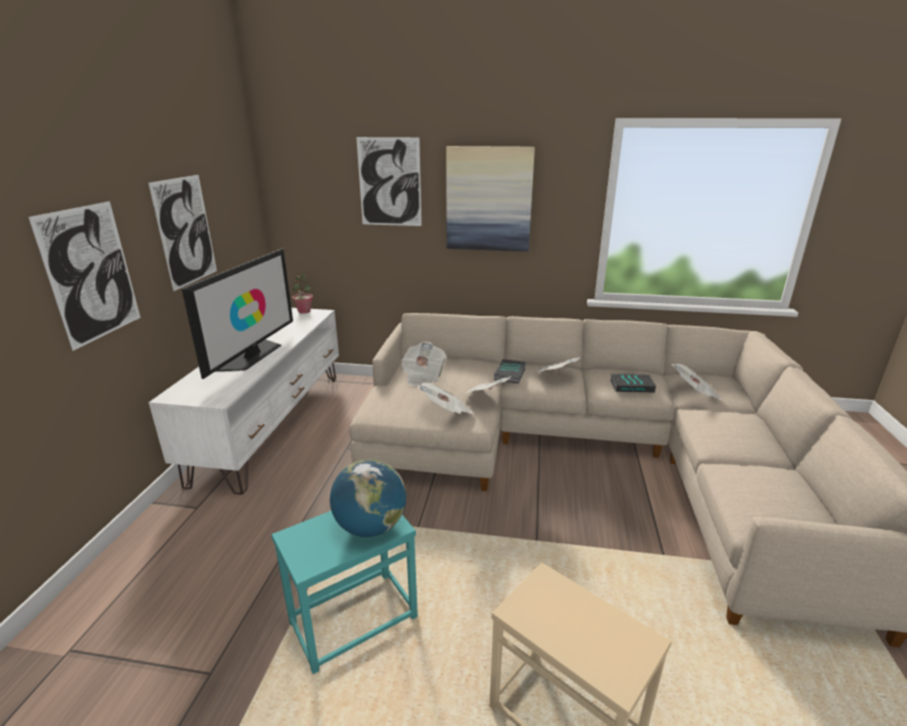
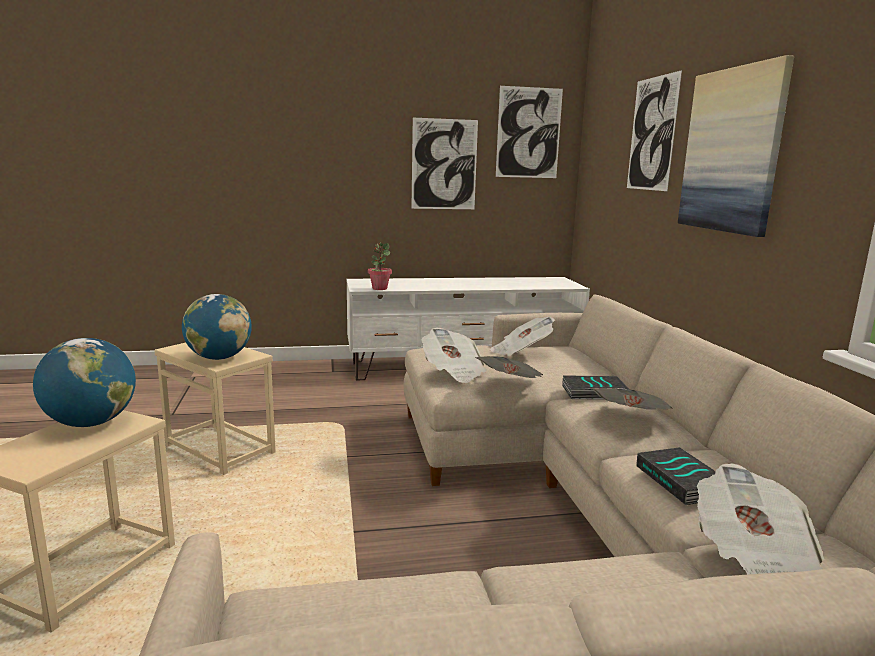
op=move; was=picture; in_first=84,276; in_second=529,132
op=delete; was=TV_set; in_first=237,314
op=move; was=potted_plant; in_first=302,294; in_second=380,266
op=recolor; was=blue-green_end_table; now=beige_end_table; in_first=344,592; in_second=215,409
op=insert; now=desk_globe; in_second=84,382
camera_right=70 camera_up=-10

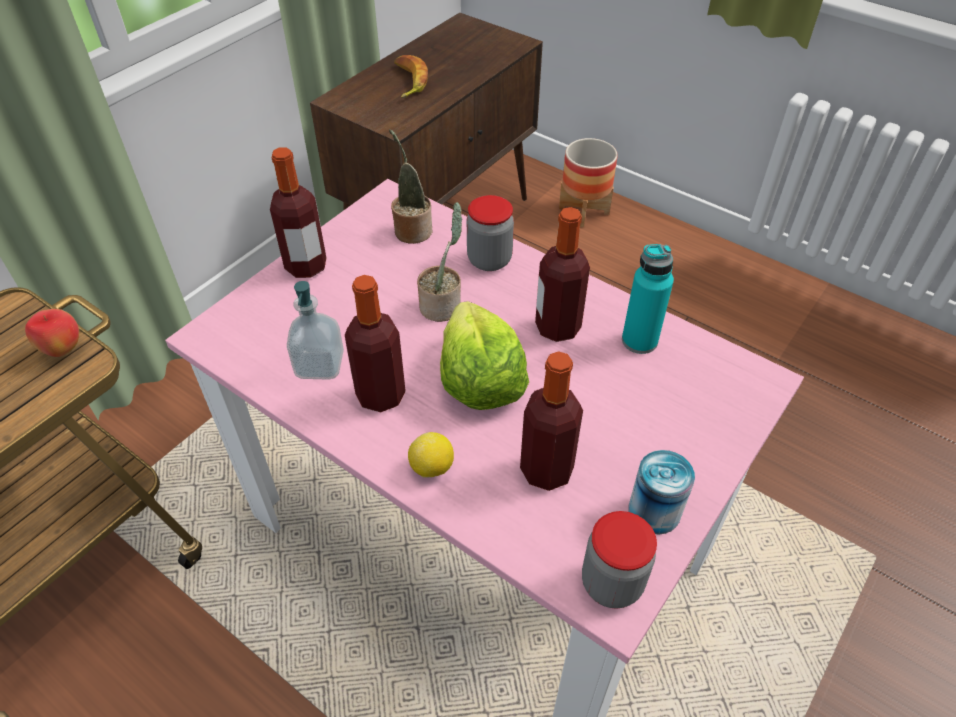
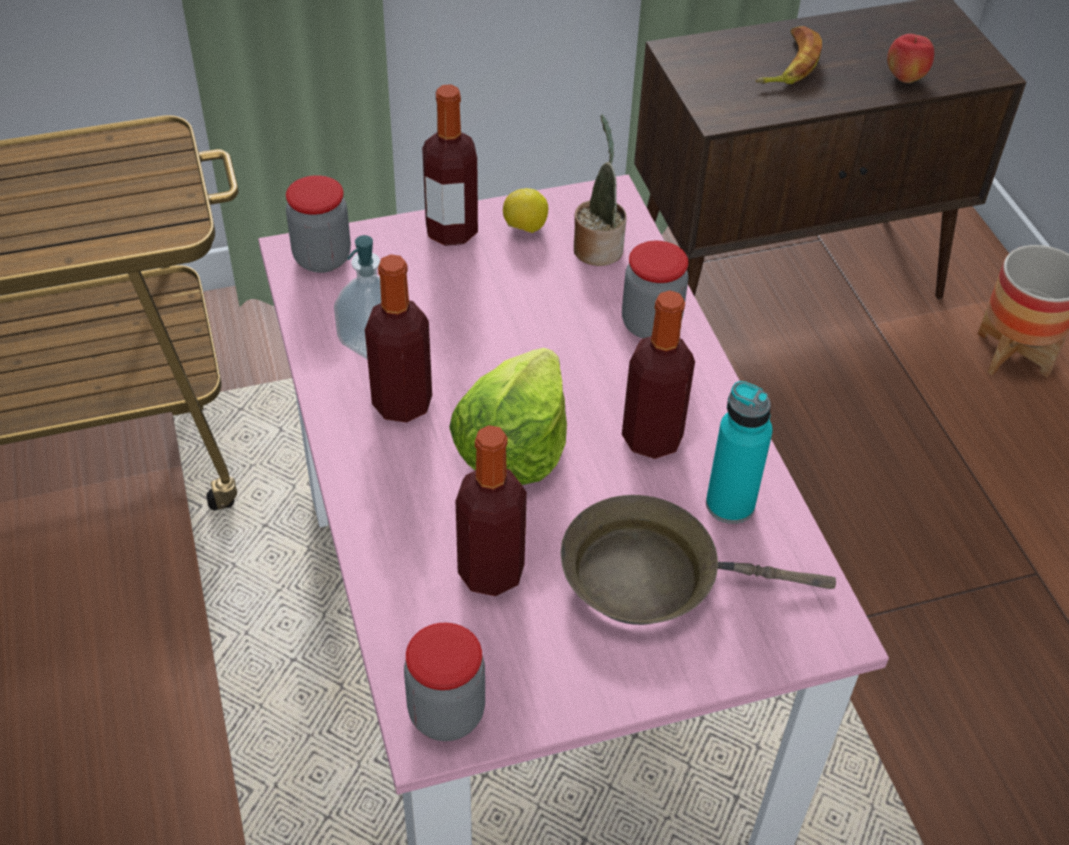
op=delete; was=potted_plant; in_first=440,262
op=move; was=whole_apple; in_first=52,333; in_second=910,58
op=move; was=citrus_fruit; in_first=431,455; in_second=525,210
op=delete; was=metal_can; in_first=661,492
op=insert; now=preserve_jar; in_second=318,224
op=insert; now=brownish_frying_pan; in_second=698,560
camera_right=35 camera_up=0

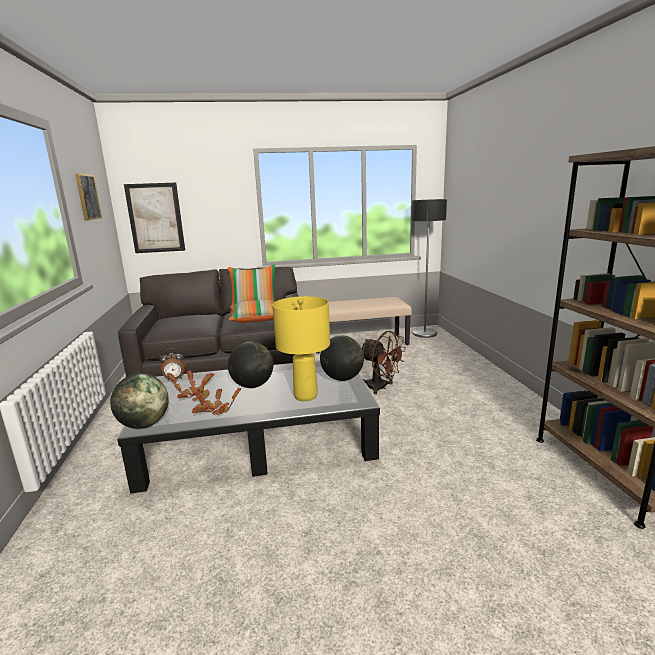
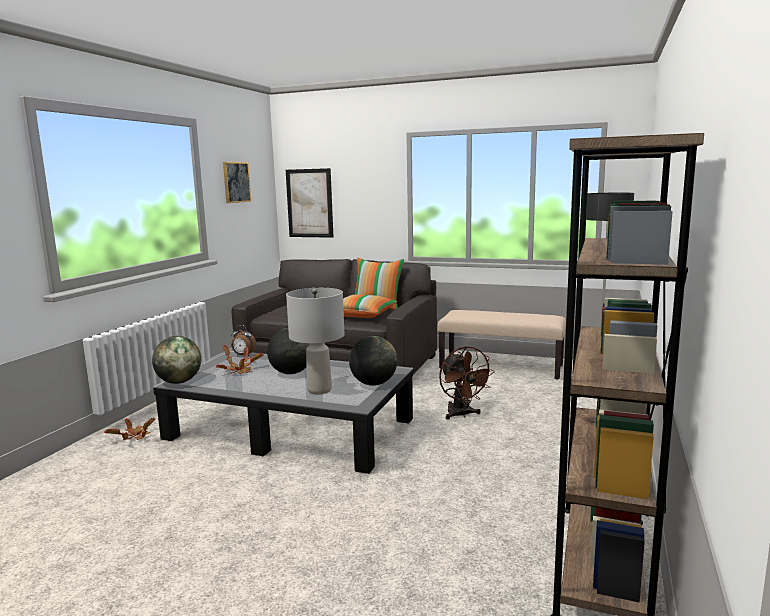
op=recolor; was=yellow_table_lamp; now=greyish_table_lamp; in_first=301,348; in_second=315,341
op=move; was=potted_plant; in_first=216,401; in_second=130,429
camera_right=30 camera_up=-5

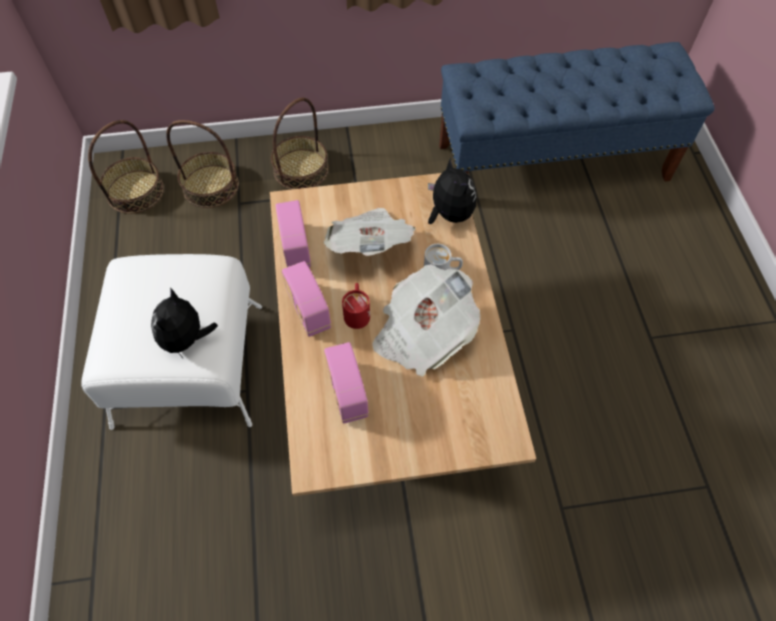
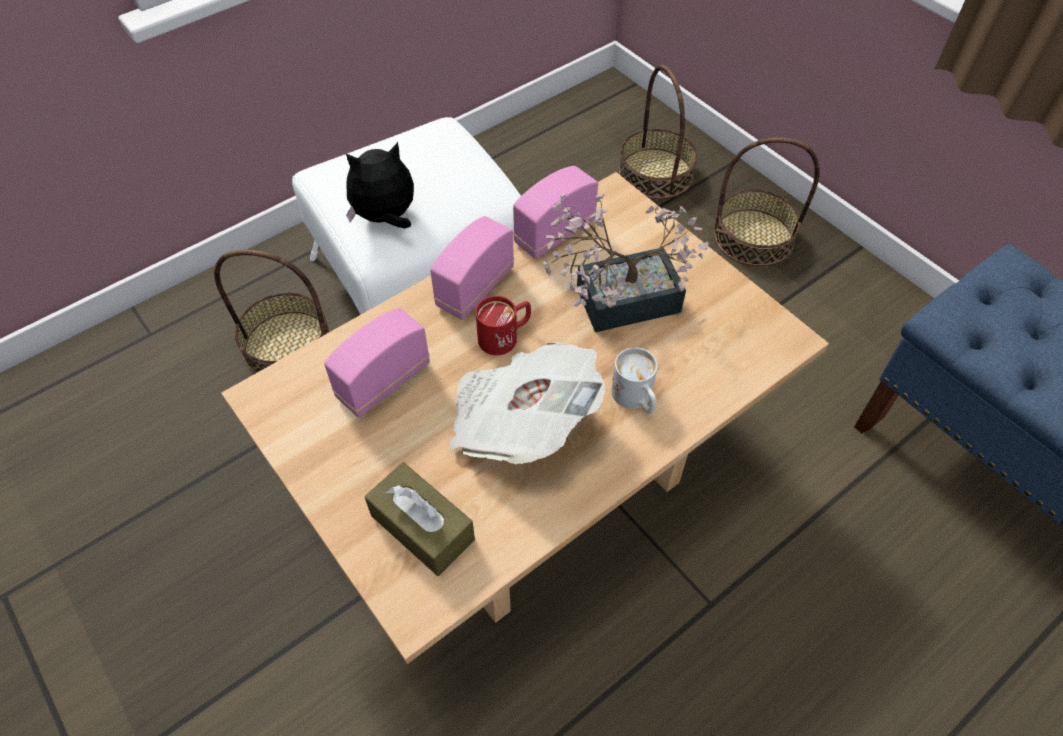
op=move; was=storage_basket; in_first=126,167; in_second=272,312
op=delete; was=soft_toy; in_first=452,190
op=replace; was=daily_paper; now=potted_plant; in_first=370,232; in_second=626,262
op=insert; now=brownish_box_of_tissues; in_second=420,519
camera_right=60 camera_up=-5

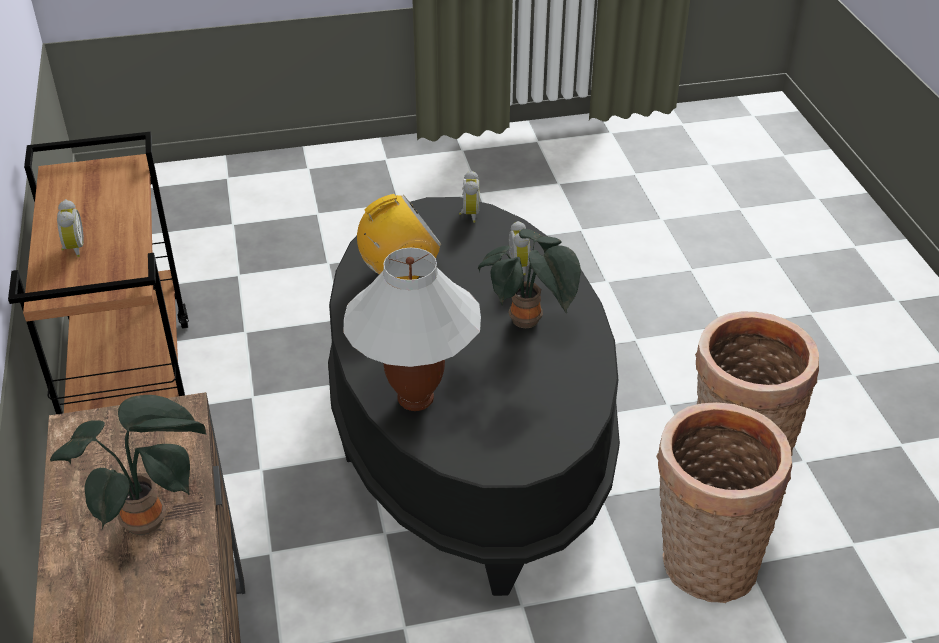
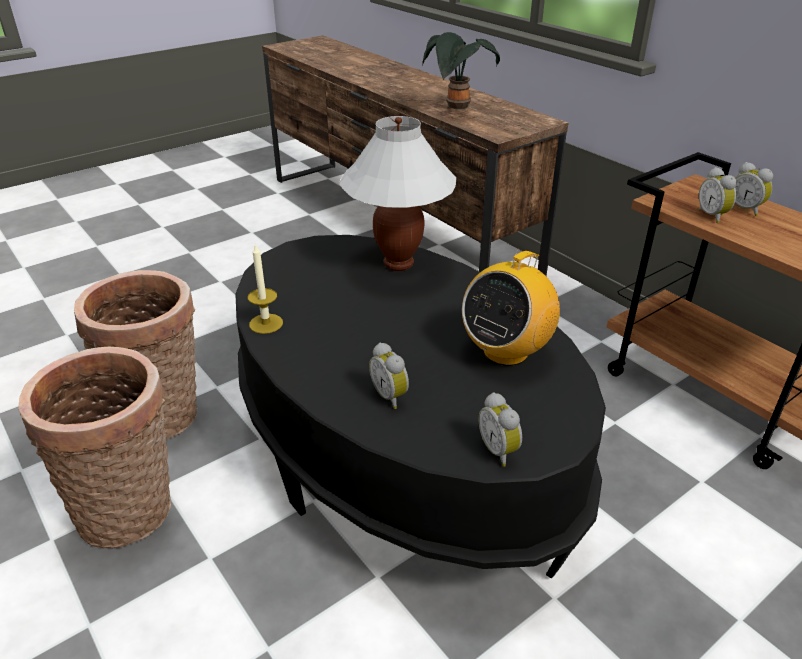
op=delete; was=potted_plant; in_first=529,278
op=insert; now=bedside_clock; in_second=717,195
op=insert; now=candle; in_second=265,289
camera_right=155 camera_up=-5

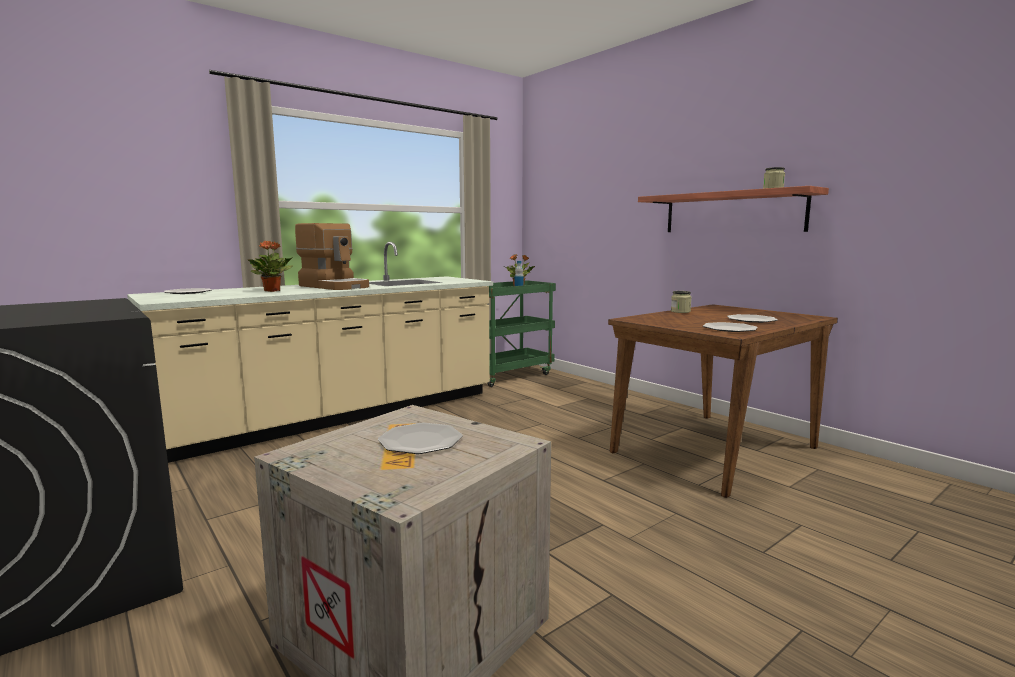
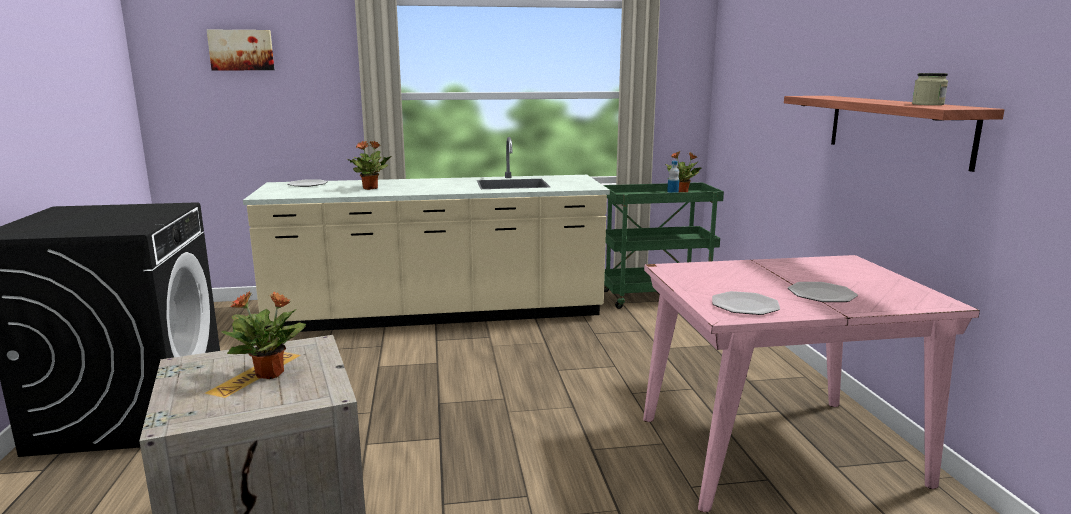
op=delete; was=coffee_brewer; in_first=332,256
op=delete; was=preserve_jar; in_first=681,302
op=recolor; was=brownish_dinner_table; now=pink_dinner_table; in_first=723,401; in_second=811,383
op=replace; was=plate; now=potted_plant; in_first=420,438; in_second=263,335
op=insert; now=picture; in_second=240,50
camera_right=30 camera_up=5

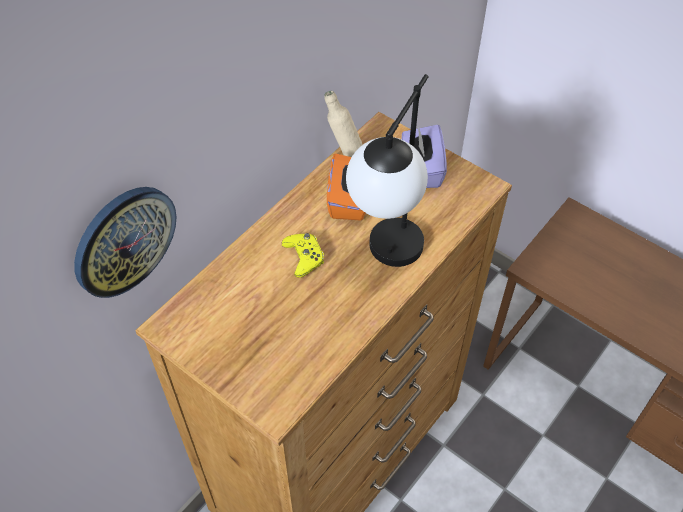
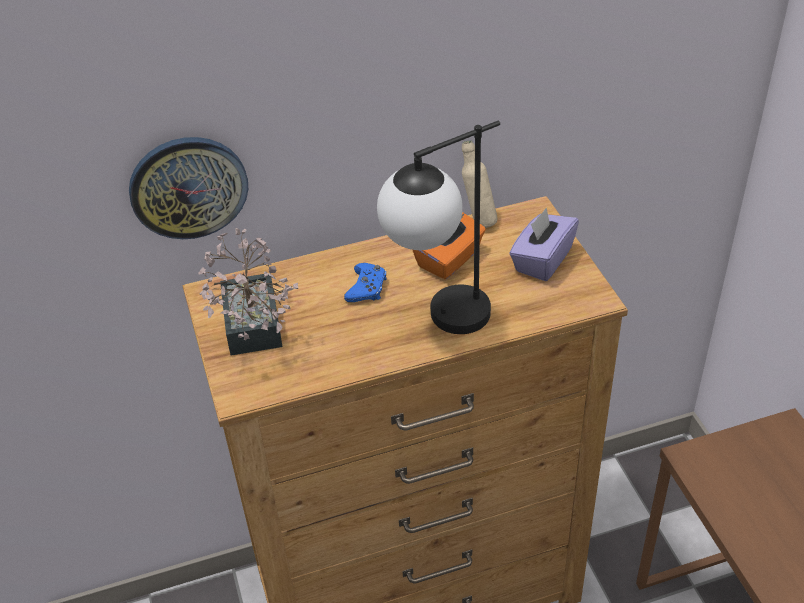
op=recolor; was=yellow_joypad; now=blue-coloured_joypad; in_first=303,255; in_second=365,282
op=insert; now=potted_plant; in_second=248,292
camera_right=35 camera_up=-10

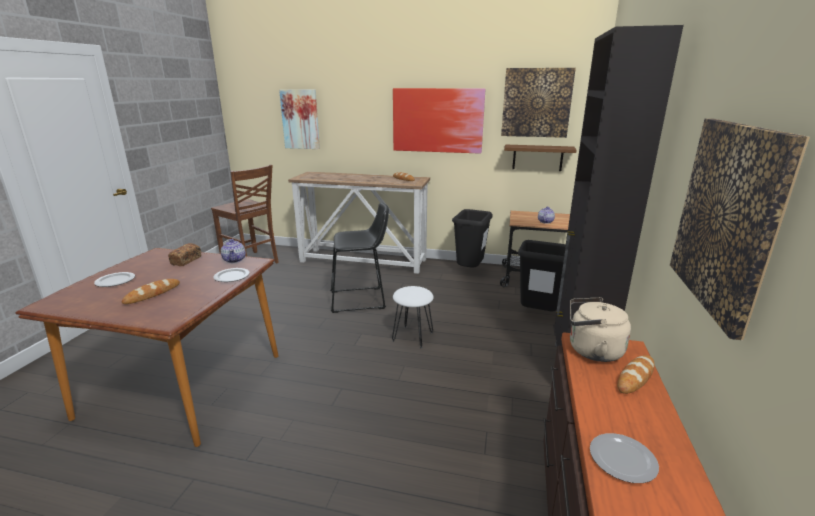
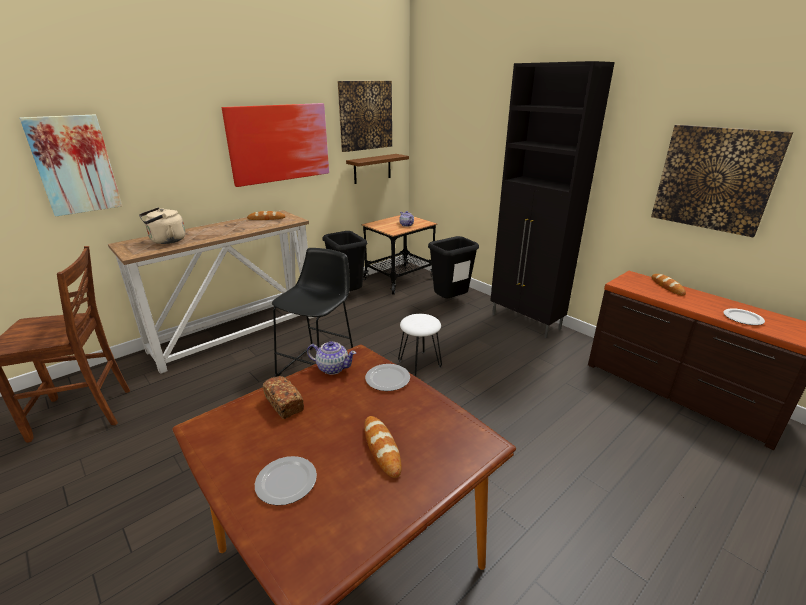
op=move; was=beige_water_kettle; in_first=600,329; in_second=162,225
camera_right=-55 camera_up=5

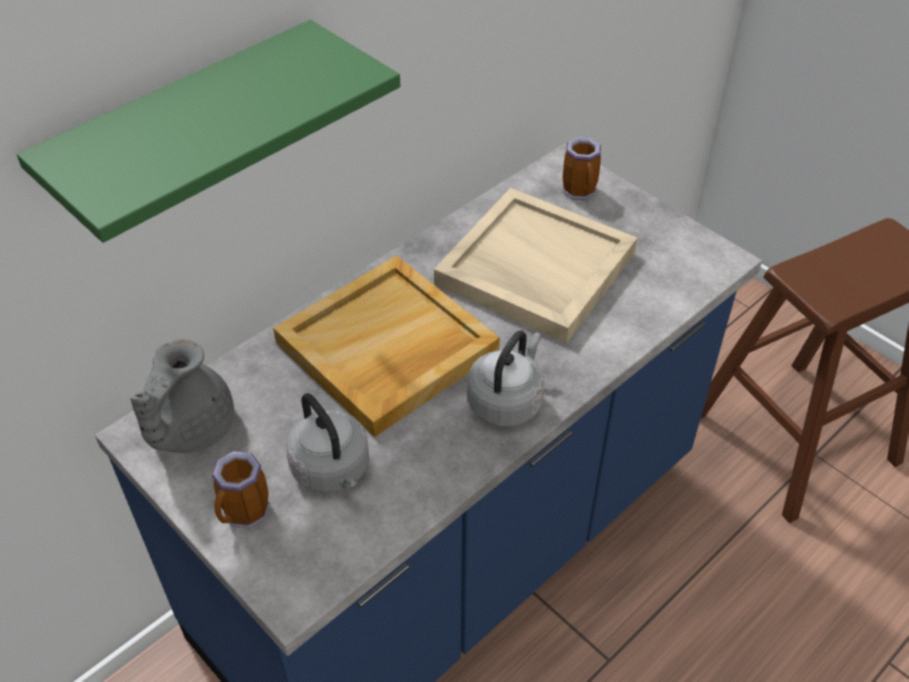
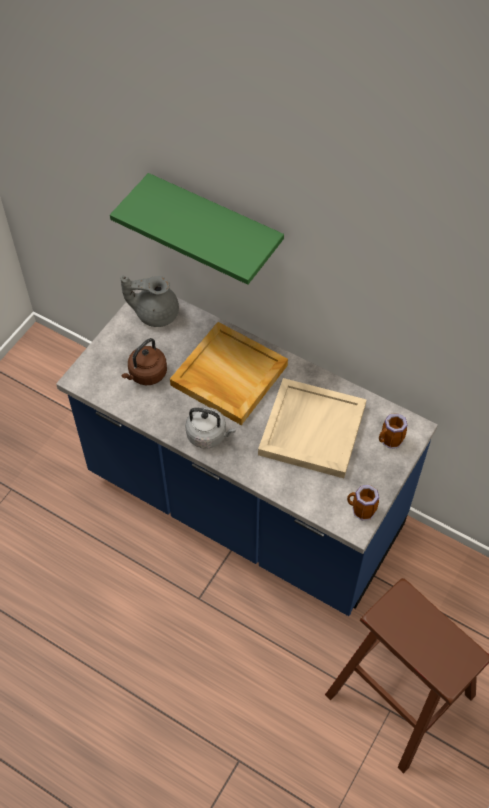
op=recolor; was=greyish_water_kettle; now=brownish_water_kettle; in_first=327,443; in_second=144,361
op=move; was=tea_mug; in_first=241,490; in_second=363,503
camera_right=75 camera_up=10

